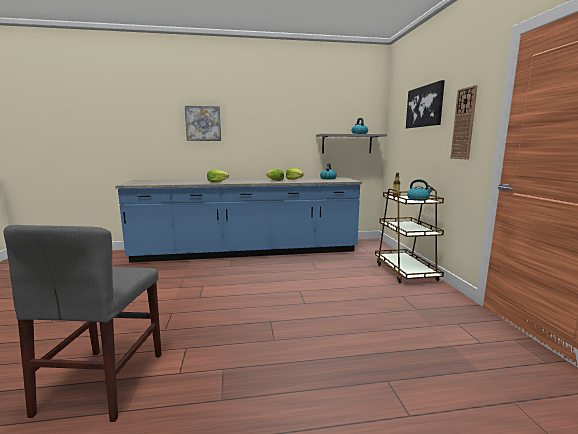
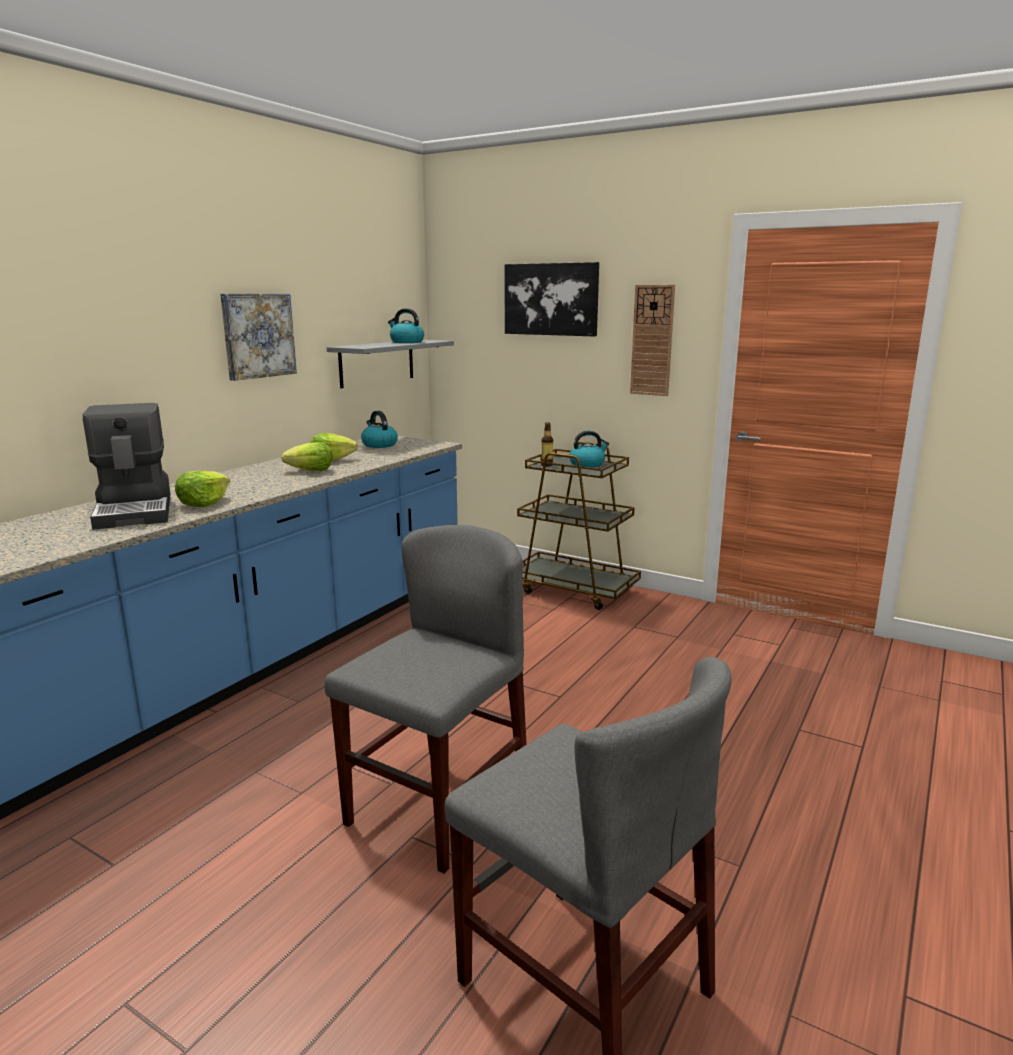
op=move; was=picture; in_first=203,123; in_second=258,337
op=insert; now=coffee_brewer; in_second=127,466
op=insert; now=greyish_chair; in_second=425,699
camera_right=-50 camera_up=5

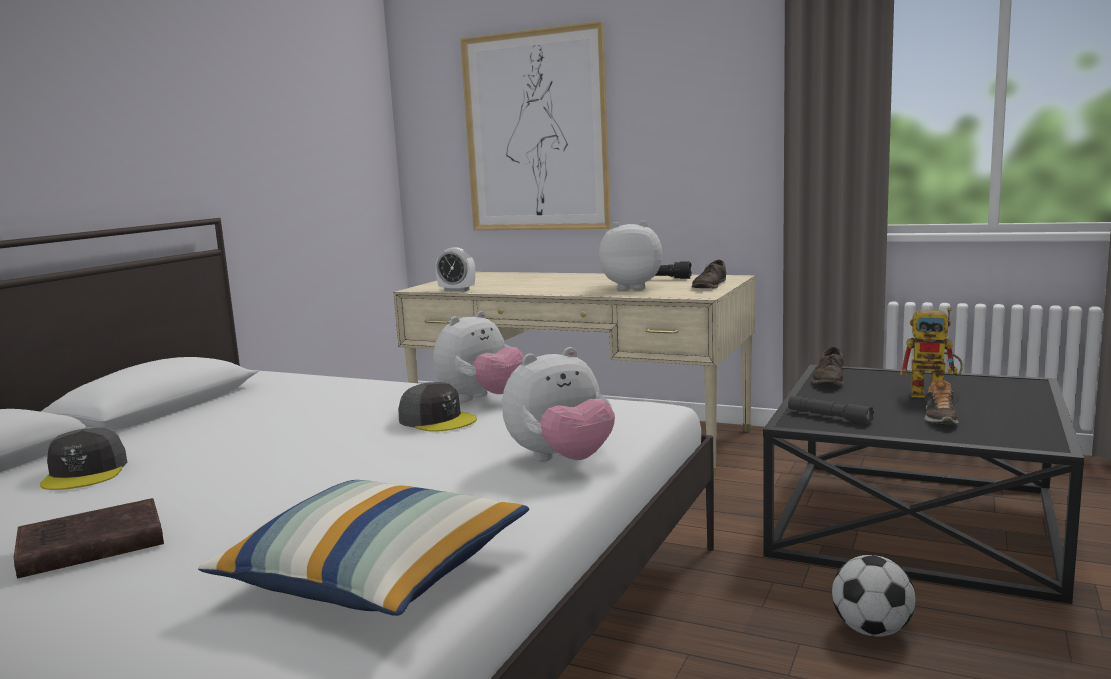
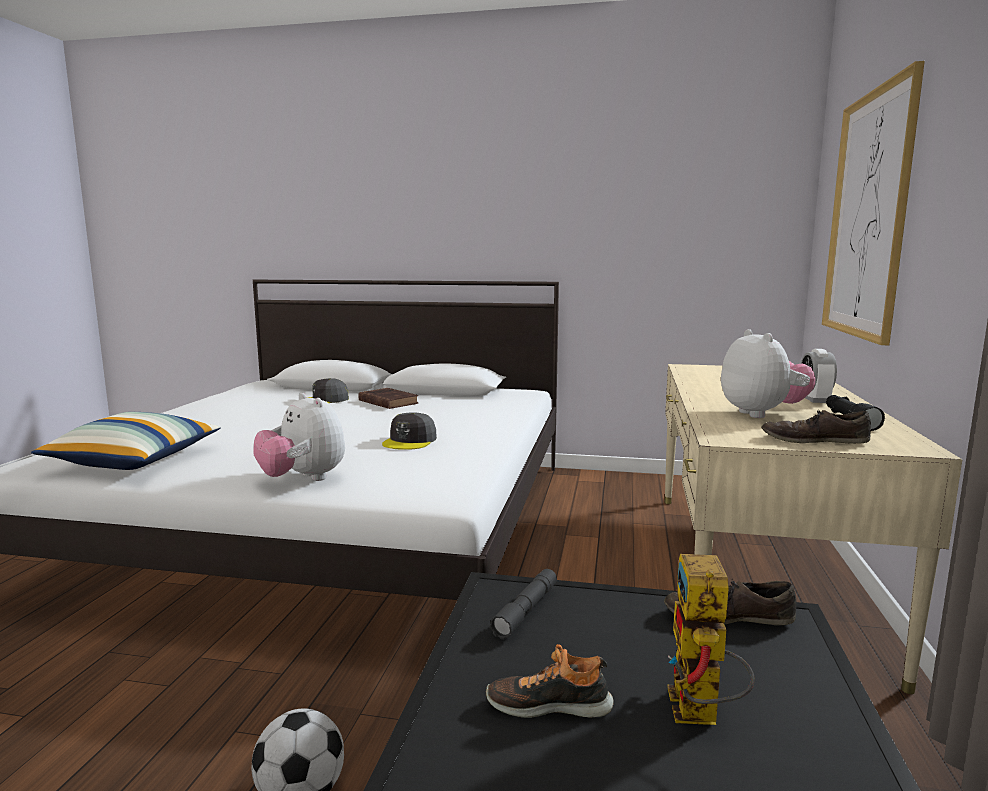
op=move; was=bedside_clock; in_first=455,269; in_second=819,376
op=delete; was=soft_toy; in_first=478,356
op=move; was=brownish_book; in_first=88,538; in_second=388,398
camera_right=75 camera_up=0

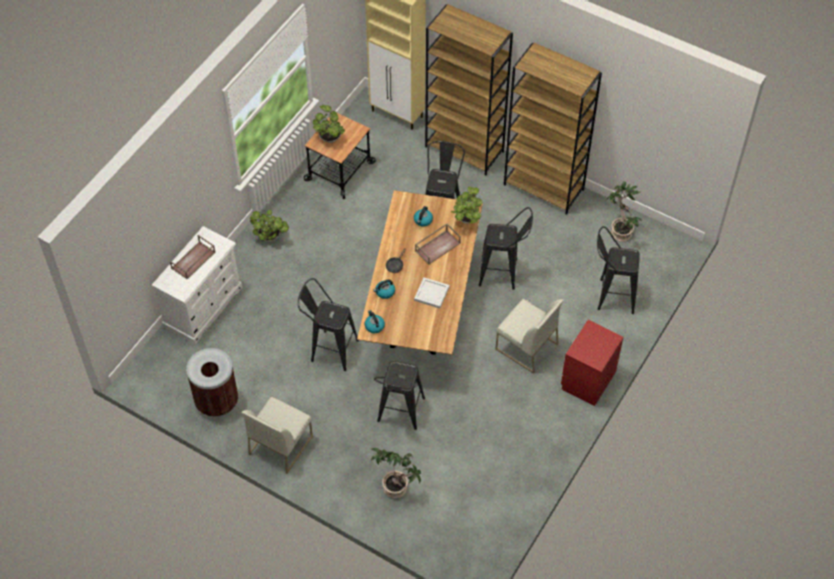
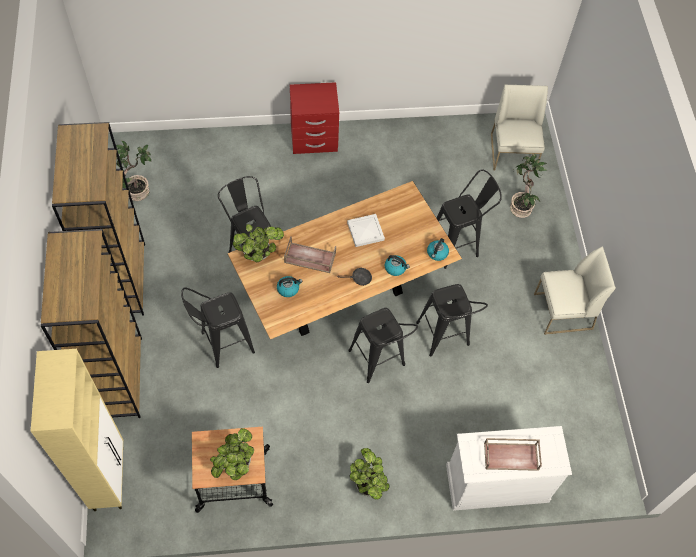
op=move; was=black_stool_seat; in_first=618,270; in_second=383,345
op=move; was=white_chair; in_first=530,336; in_second=519,127
op=delete; was=brownish_rubbish_bin; in_first=212,382
camera_right=-130 camera_up=5

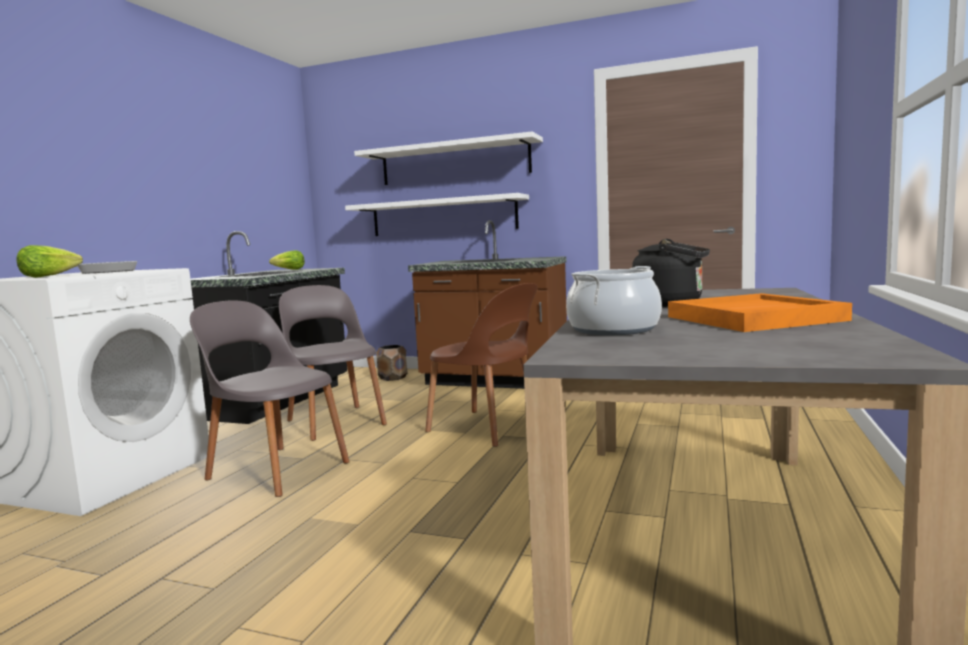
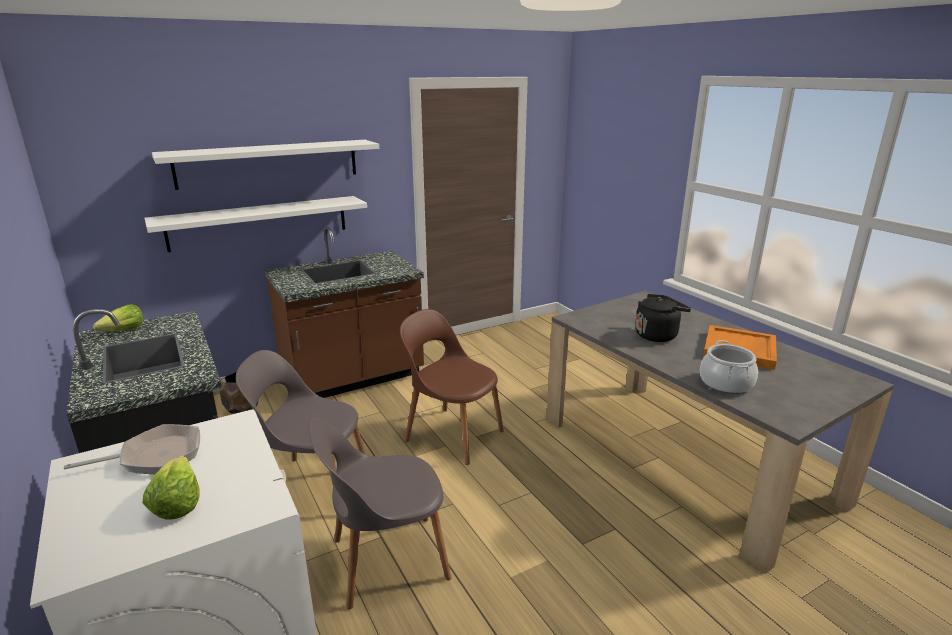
op=rotate; was=brownish_chair; in_first=481,365; in_second=452,387; clockwise=-135
camera_right=-50 camera_up=15

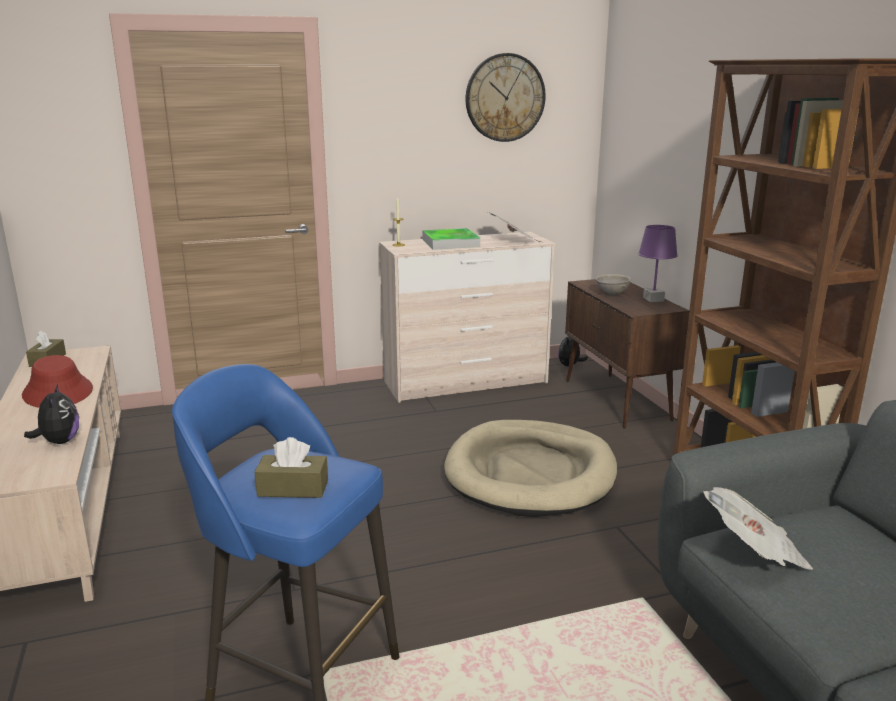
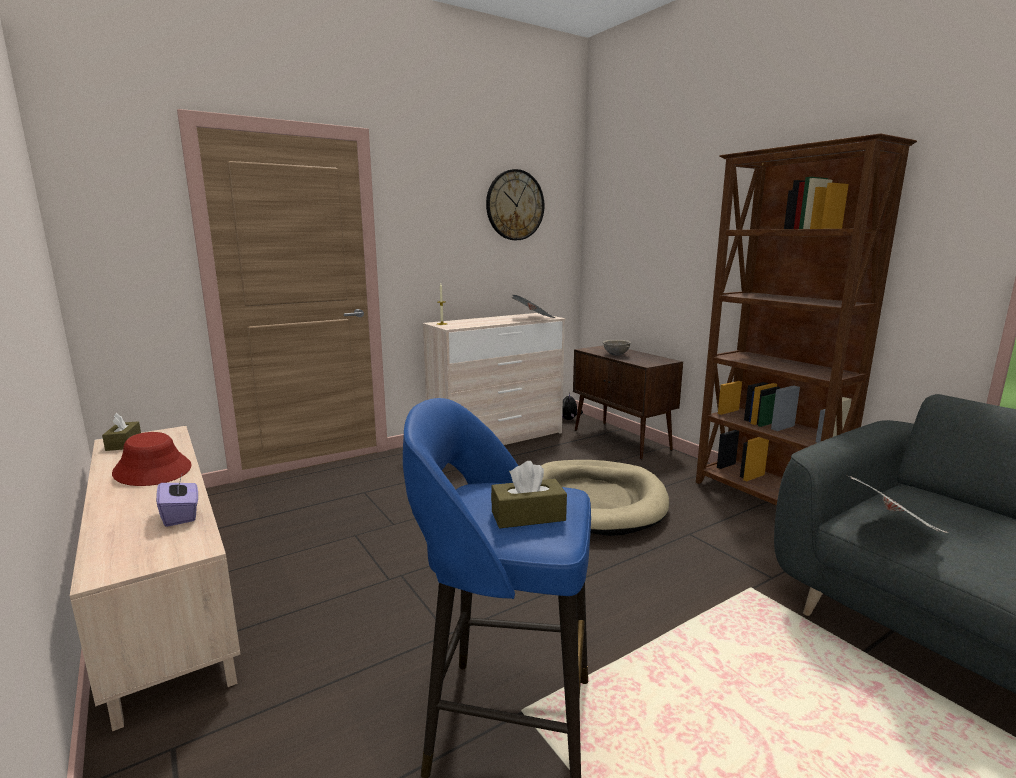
op=delete; was=purple-coloured_table_lamp; in_first=658,263
op=delete; was=serving_tray; in_first=451,239
op=replace; was=soft_toy; now=purple-coloured_box_of_tissues; in_first=51,414; in_second=177,499
camera_right=-15 camera_up=-5

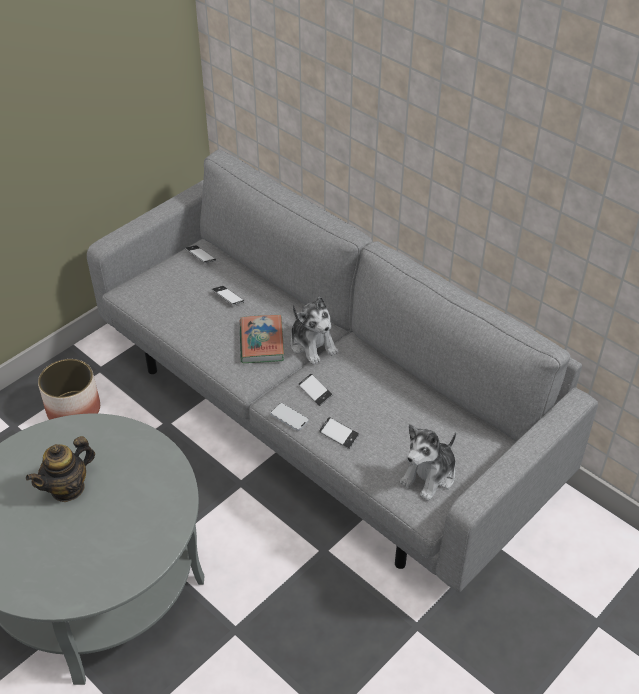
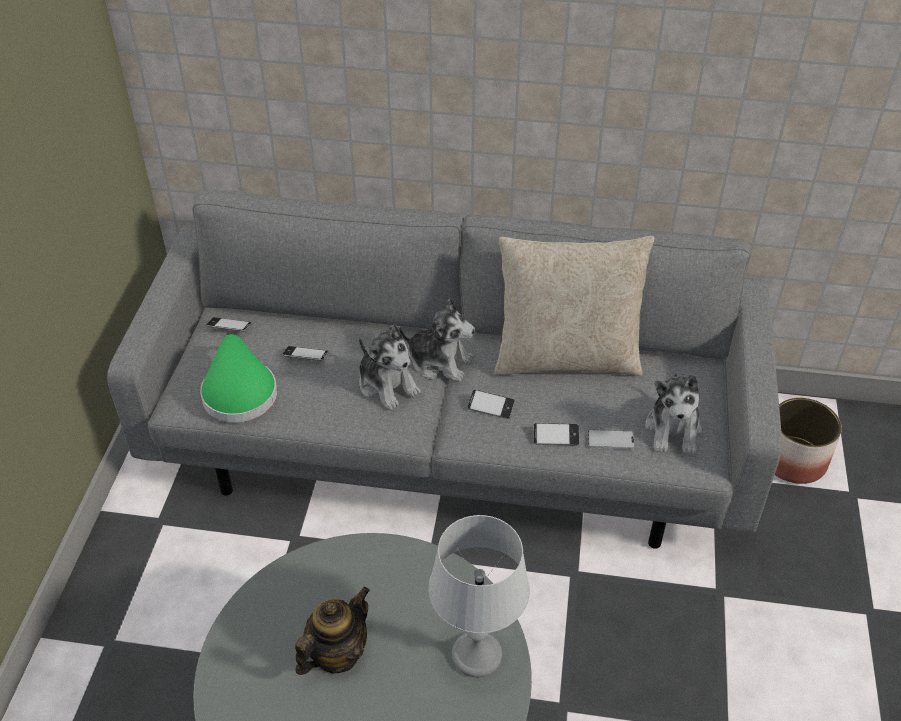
op=replace; was=book; now=soft_toy; in_first=262,339; in_second=390,367
op=move; was=flower_pot; in_first=69,389; in_second=808,441
op=move; was=handset; in_first=289,417; in_second=611,439
op=rotate; was=pot_for_tea; in_first=60,469; in_second=332,631; clockwise=-150
op=insert; now=beige_pillow; in_second=574,306
op=insert; now=green-coloured_clothing_hat; in_second=238,378
op=insert; now=greyish_table_lamp; in_second=479,596
camera_right=-35 camera_up=0

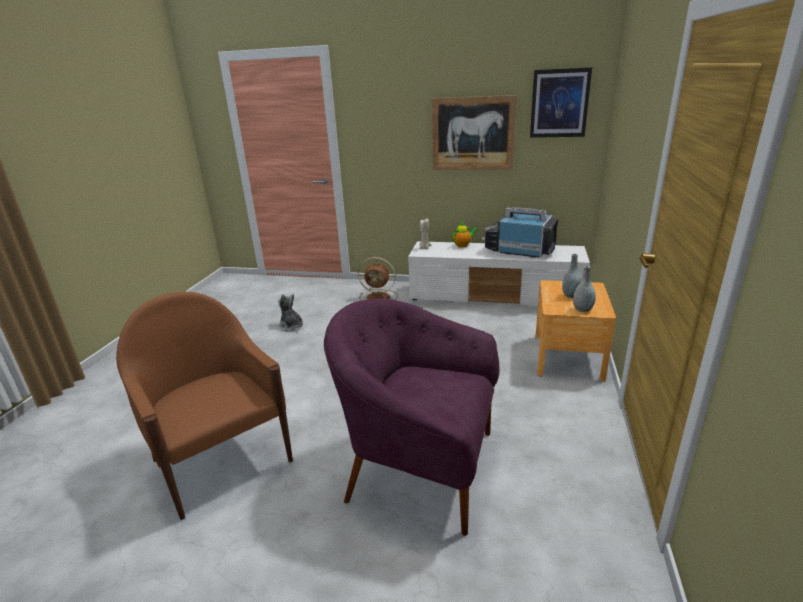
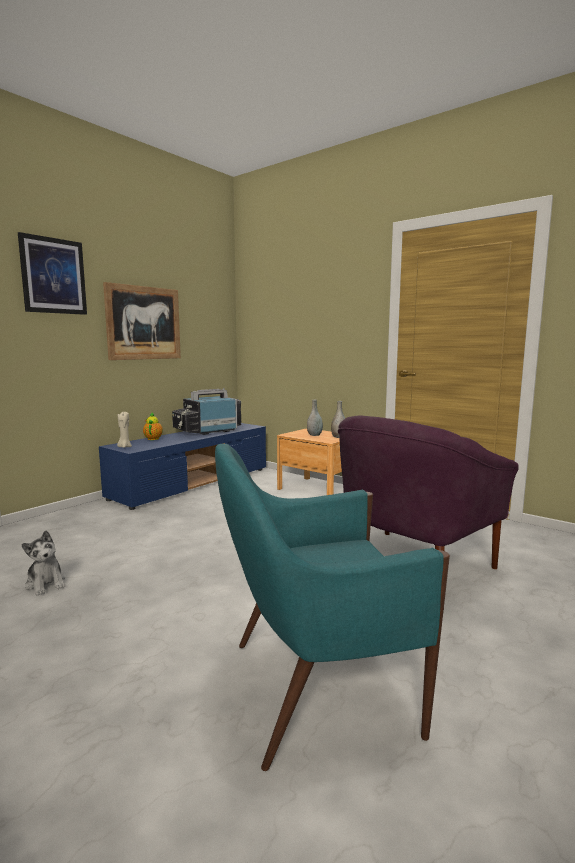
op=move; was=picture; in_first=561,102; in_second=52,273
op=recolor; was=white_tv_stand; now=blue-coloured_tv_stand; in_first=499,273; in_second=182,466
op=delete; was=brownish_cooling_fan; in_first=378,279
op=recolor; was=brownish_easy_chair; now=blue-green_easy_chair; in_first=204,406; in_second=332,607
op=rotate; was=soft_toy; in_first=290,312; in_second=43,563; clockwise=-105
camera_right=-65 camera_up=-15

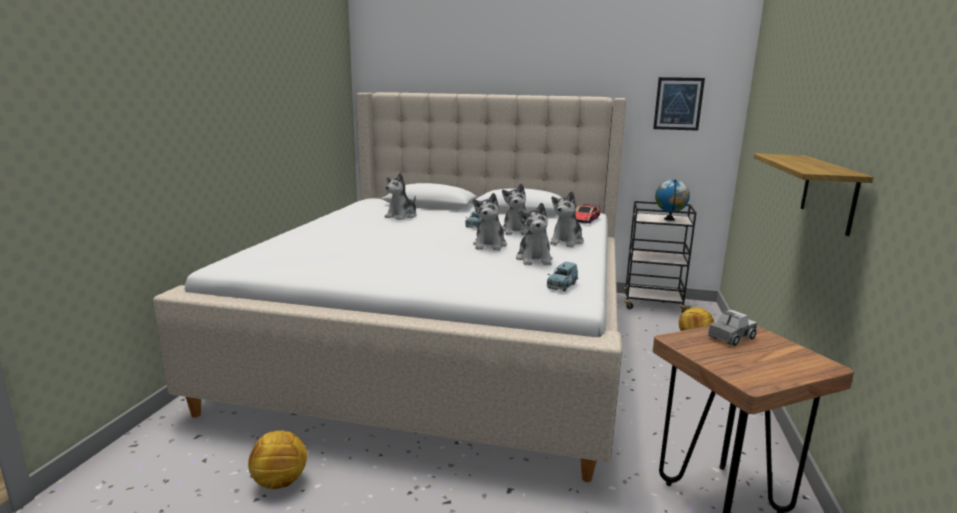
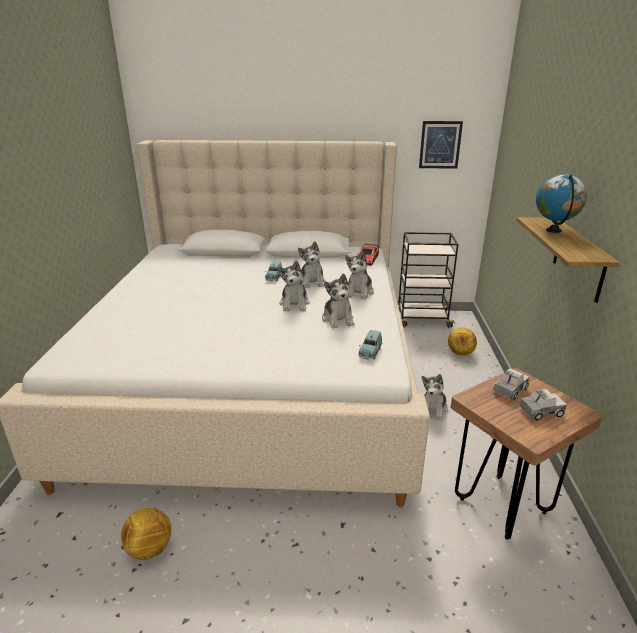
op=move; was=soft_toy; in_first=400,196; in_second=435,397
op=move; was=desk_globe; in_first=672,200; in_second=561,203
op=insert; now=model_truck; in_second=543,405
camera_right=-10 camera_up=10

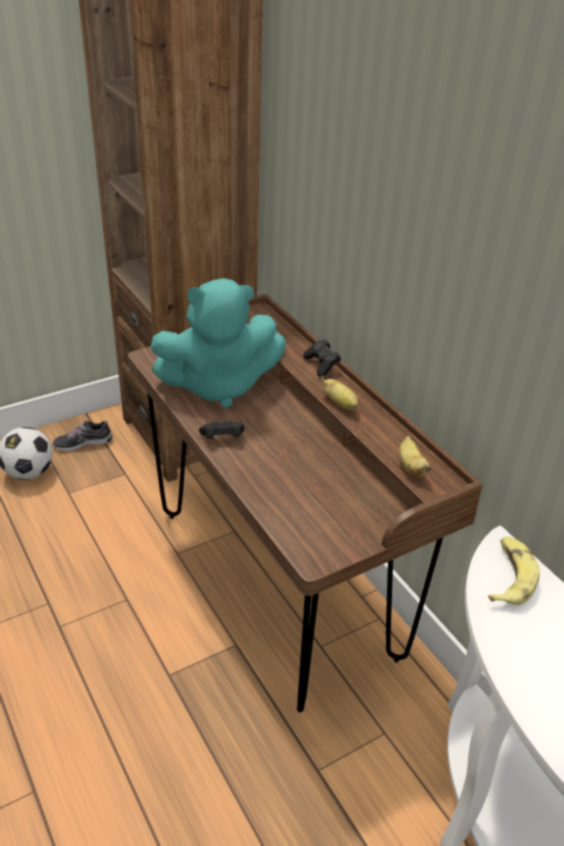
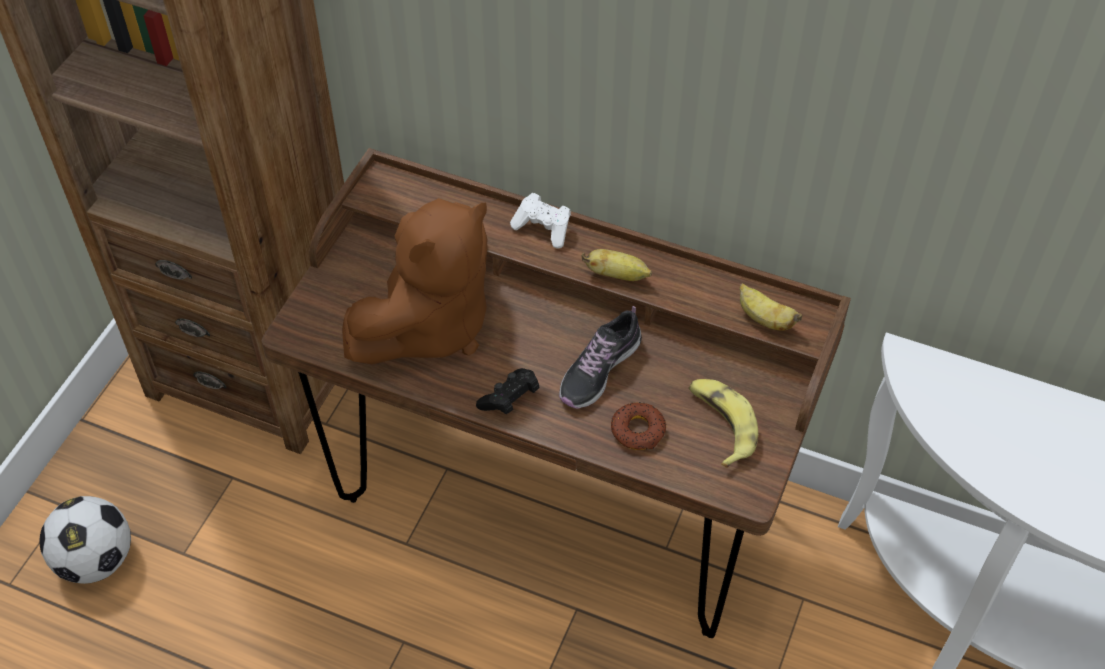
op=recolor; was=blue-green_soft_toy; now=brownish_soft_toy; in_first=218,343; in_second=415,281
op=recolor; was=black_joypad; now=white_joypad; in_first=322,358; in_second=540,220
op=move; was=item_of_footwear; in_first=82,435; in_second=600,357
op=move; was=banana_fruit; in_first=514,571; in_second=723,423
op=insert; now=donut; in_second=638,426
camera_right=-35 camera_up=15

